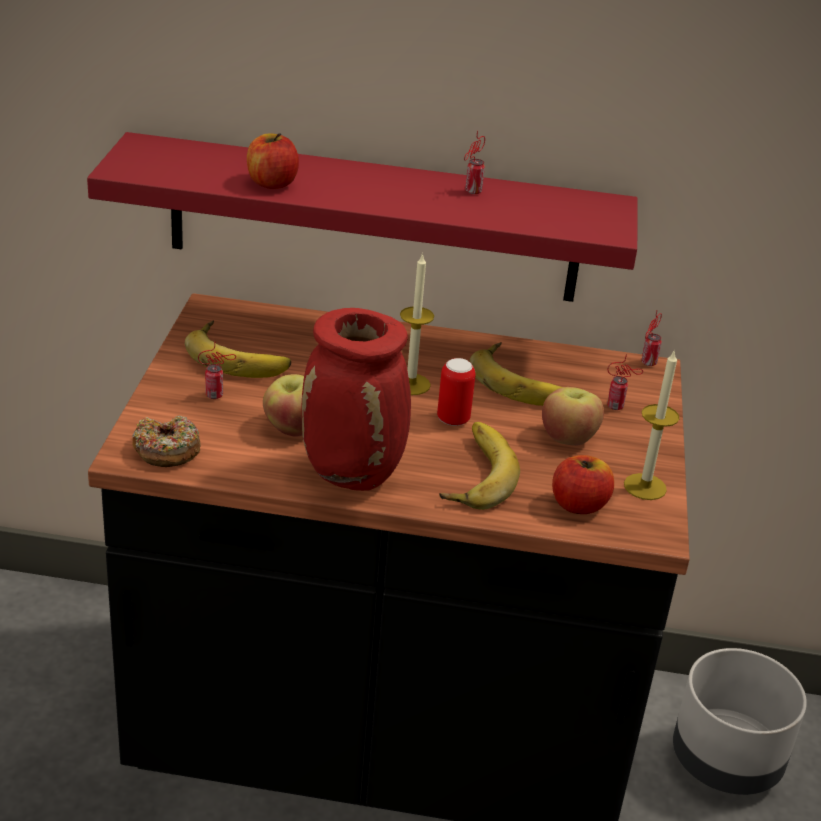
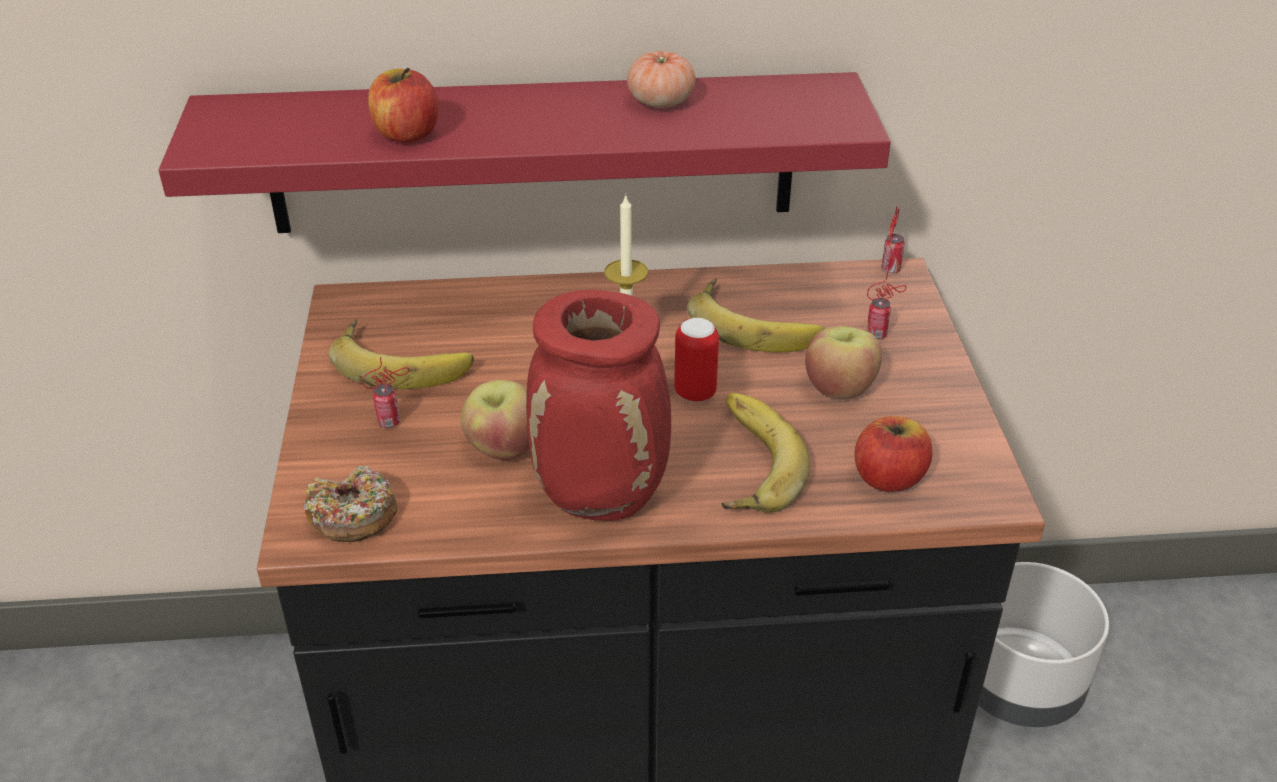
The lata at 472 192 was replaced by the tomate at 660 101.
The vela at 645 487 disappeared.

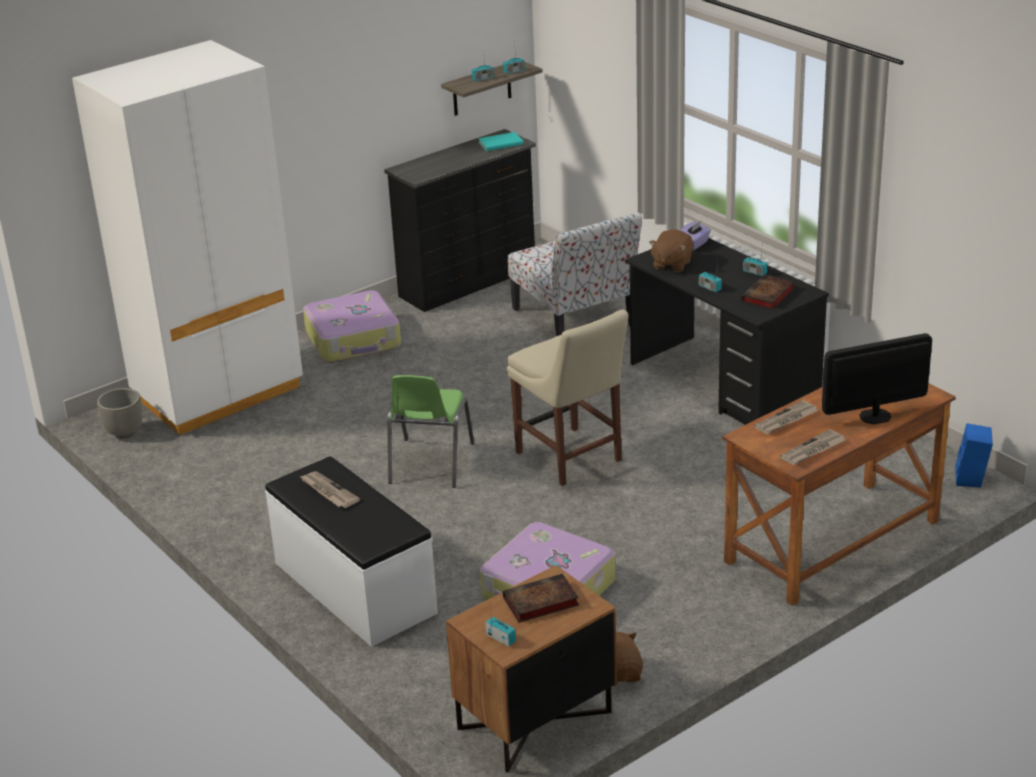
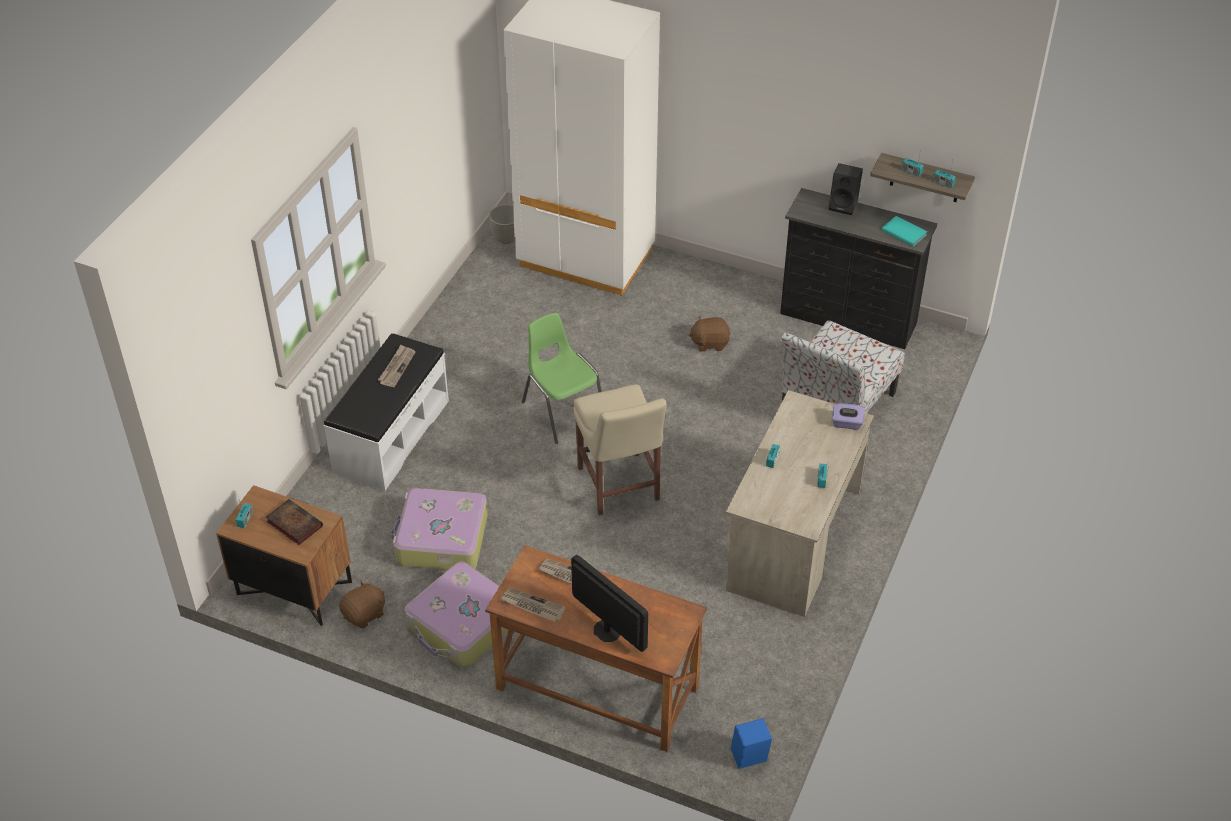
The maleta moved from 354 340 to 463 625.
The silla [verde] at 429 464 turned 75 degrees clockwise.
The silla [beis] at 571 459 turned 45 degrees counterclockwise.
The peluche [marrón] moved from 671 264 to 710 343.
The escritorio [negro] at 723 385 became the escritorio [beis] at 794 541.
The altavoz [negro] at 844 205 appeared.
The libro at 768 296 disappeared.

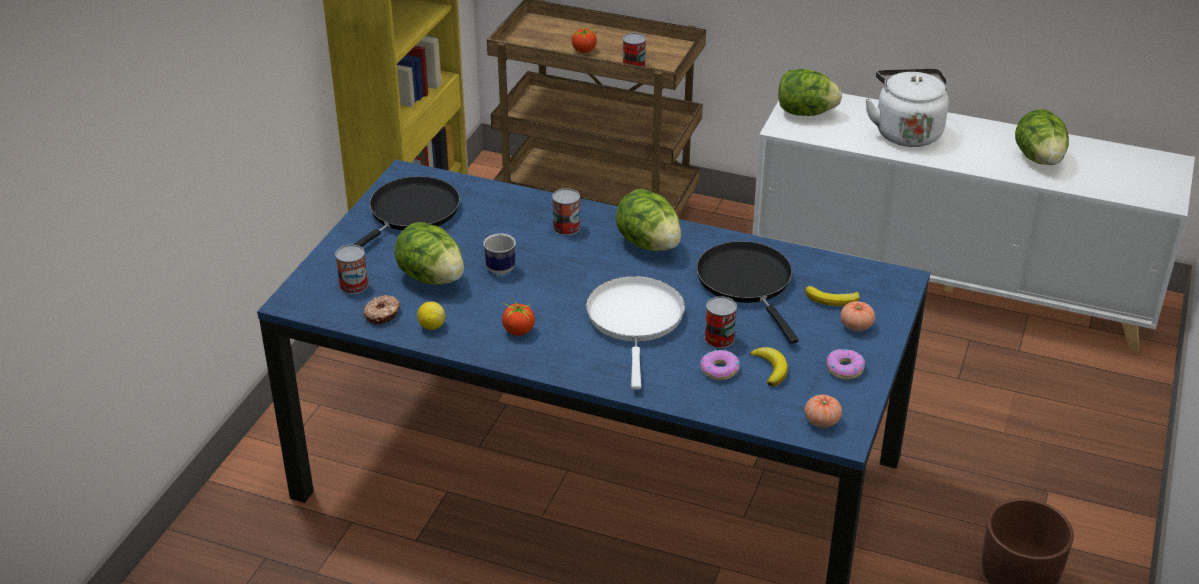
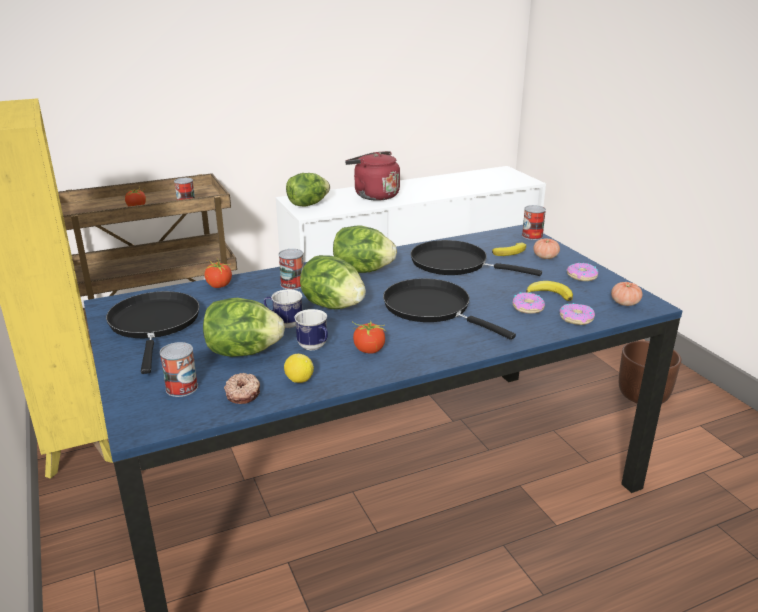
The tomate at 219 285 appeared.
The taza grande at 315 347 appeared.
The lechuga moved from 1039 159 to 333 306.
The hervidor [blanco] at 906 132 became the hervidor [rojo] at 374 195.
The sartén [blanco] at 635 320 became the sartén [negro] at 432 308.
The lata moved from 719 338 to 532 236.
The rosquilla at 576 318 appeared.

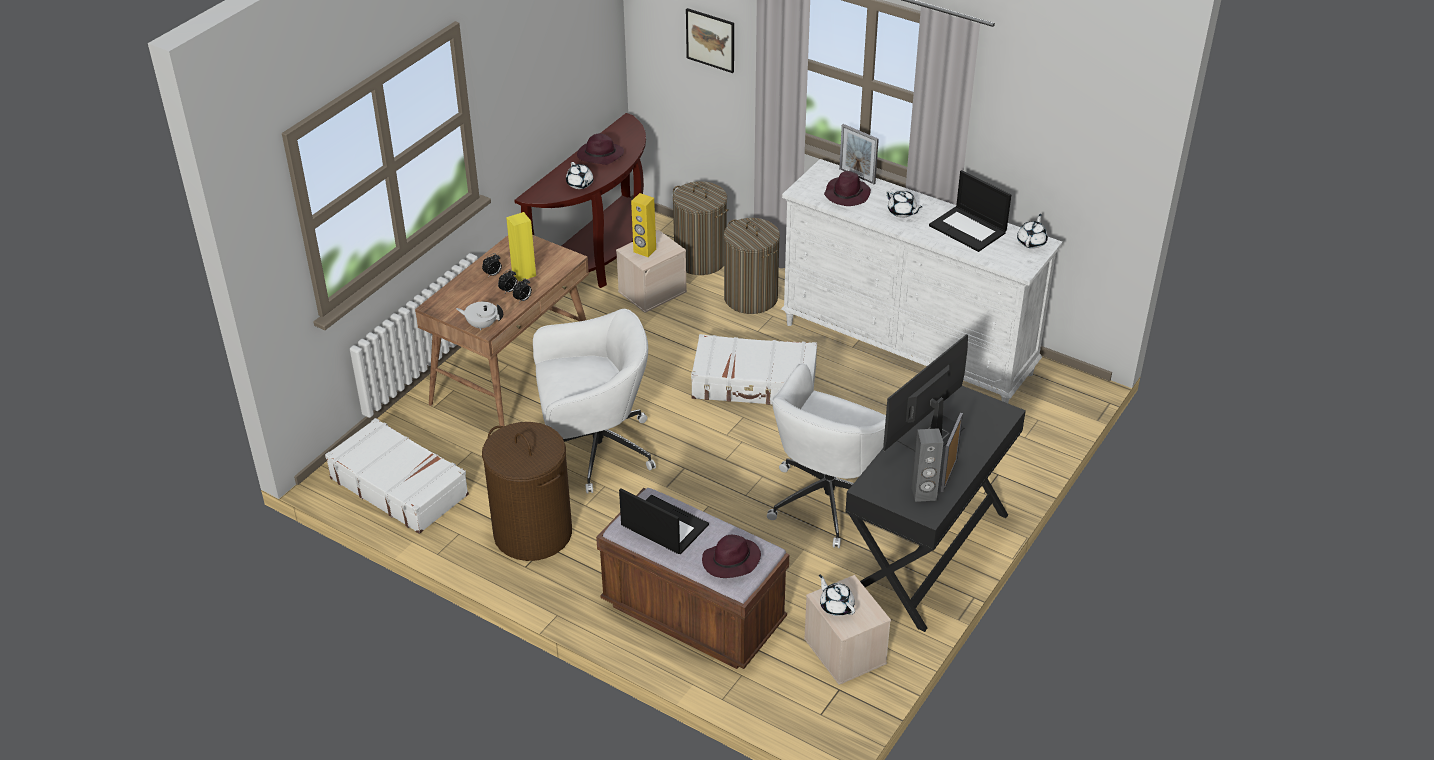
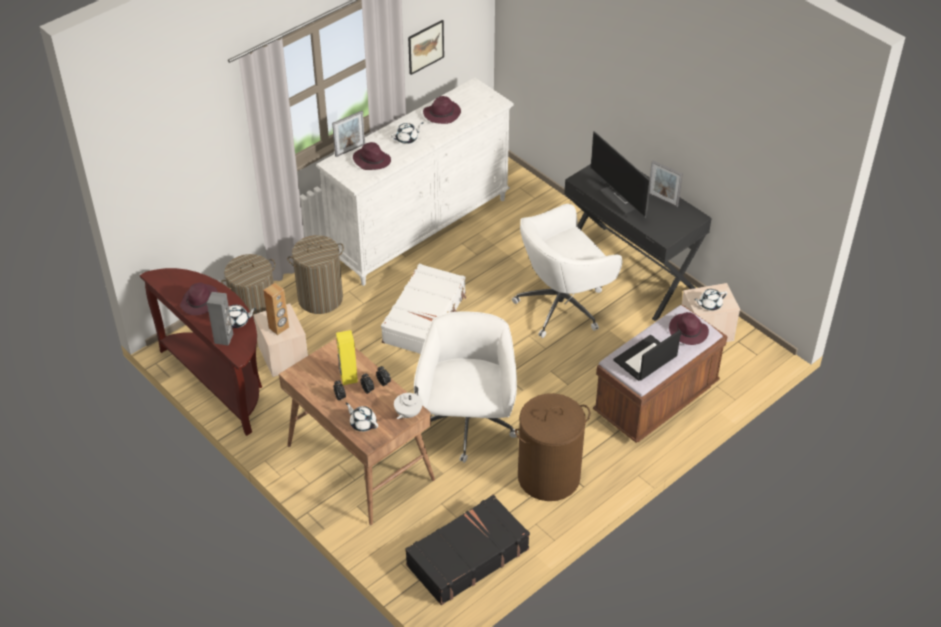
The altavoz [gris] moved from 924 494 to 224 338.
The altavoz [amarillo] at 644 250 became the altavoz [marrón] at 279 328.
The tetera [blanco] moved from 1032 242 to 362 423.
The maleta [blanco] at 399 486 became the maleta [negro] at 466 557.
The cuadro moved from 710 40 to 425 47.
The portátil at 968 229 was replaced by the sombrero [morado] at 442 113.
The silla de oficina [blanco] at 830 498 turned 105 degrees clockwise.

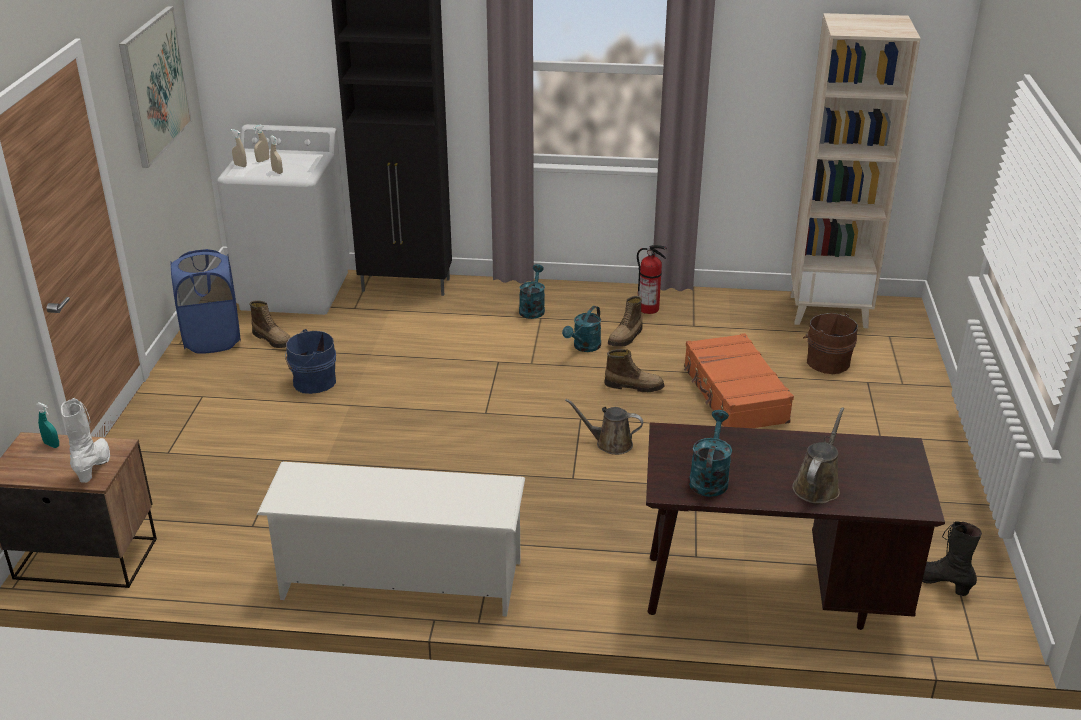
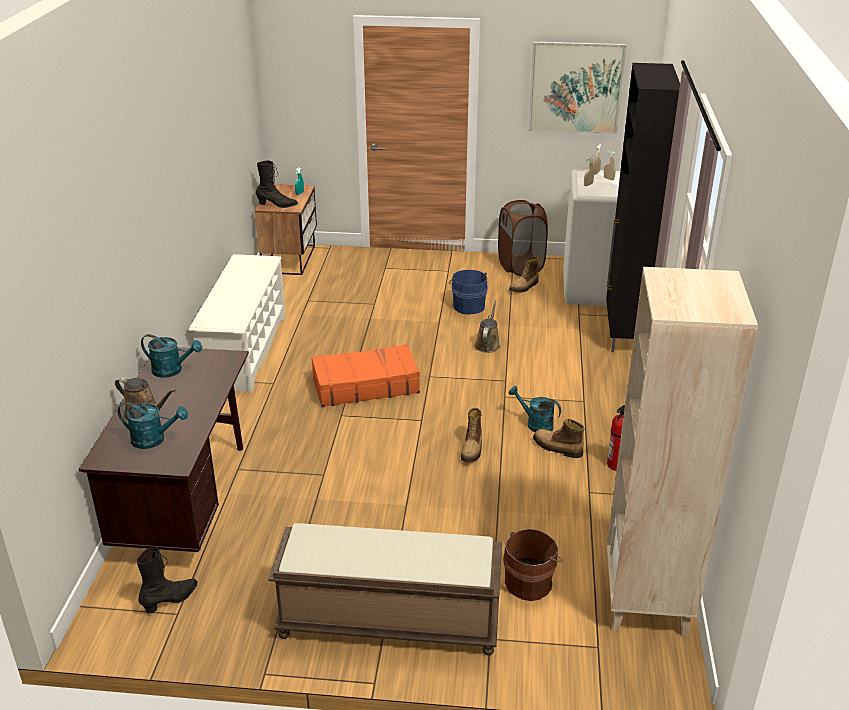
The regadera [turquesa] moved from 532 309 to 154 440.
The bota [blanco] at 94 466 became the bota [negro] at 277 205.
The banco [marrón] at 387 622 appeared.
The maleta [naranja] moved from 734 395 to 365 385.
The regadera [marrón] moved from 610 443 to 487 344.
The cesto de la ropa [azul] at 212 339 became the cesto de la ropa [marrón] at 520 266.

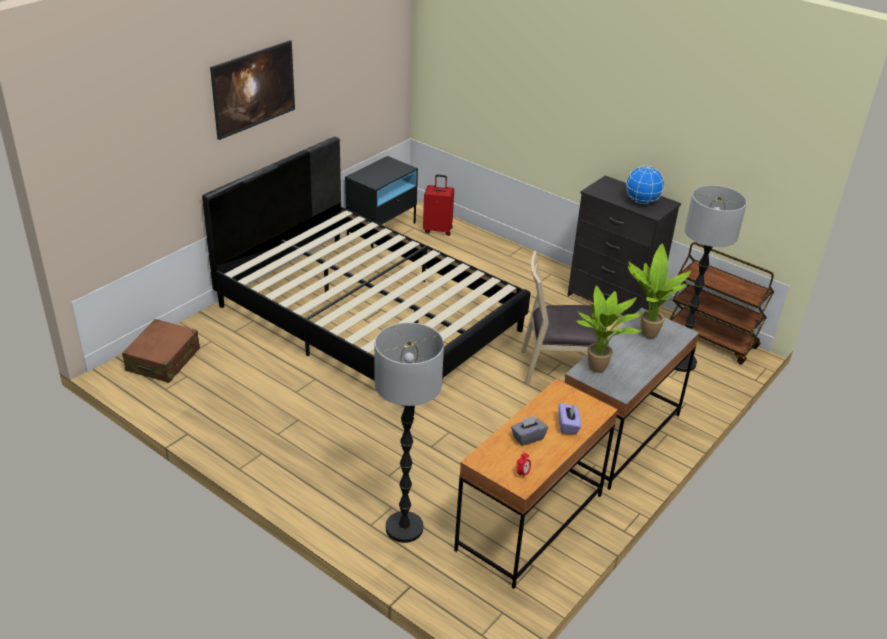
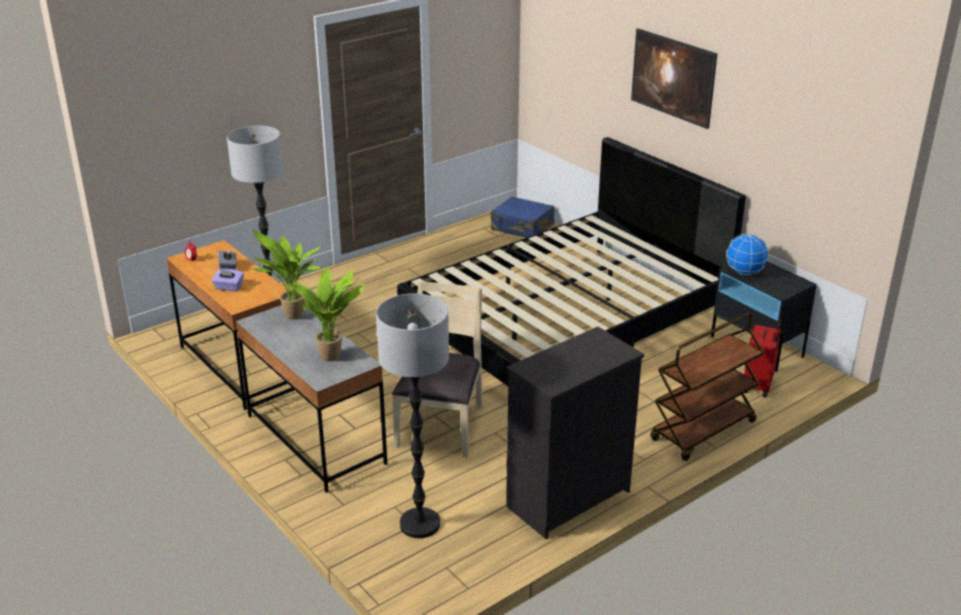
The maleta [marrón] at 163 360 became the maleta [azul] at 522 227.
The carrito [marrón] moved from 711 339 to 703 432.
The globo terráqueo moved from 642 201 to 744 272.

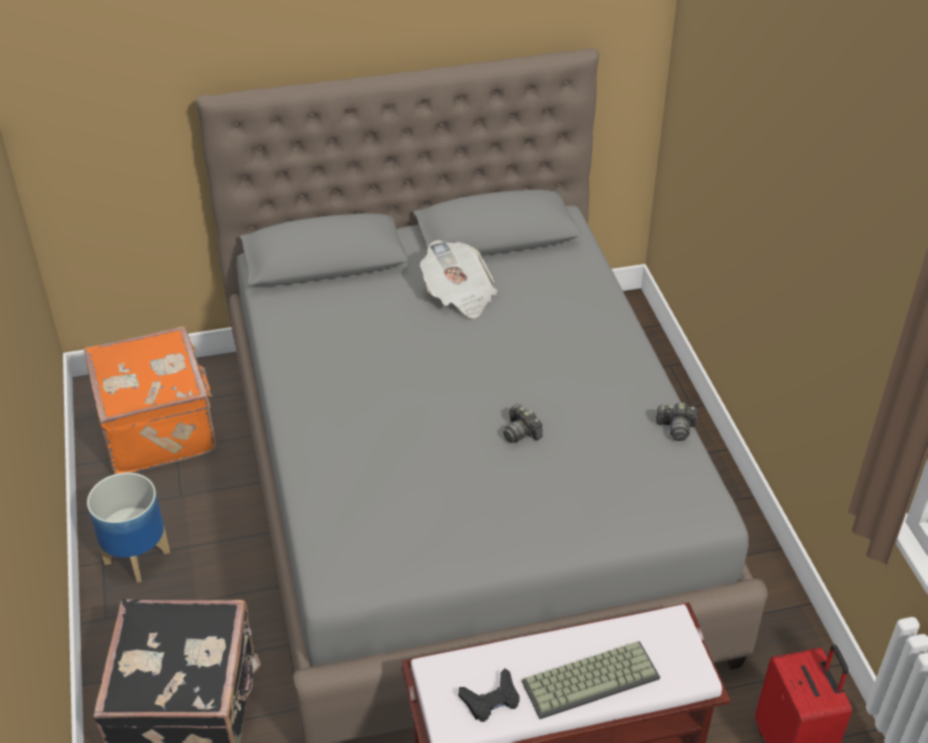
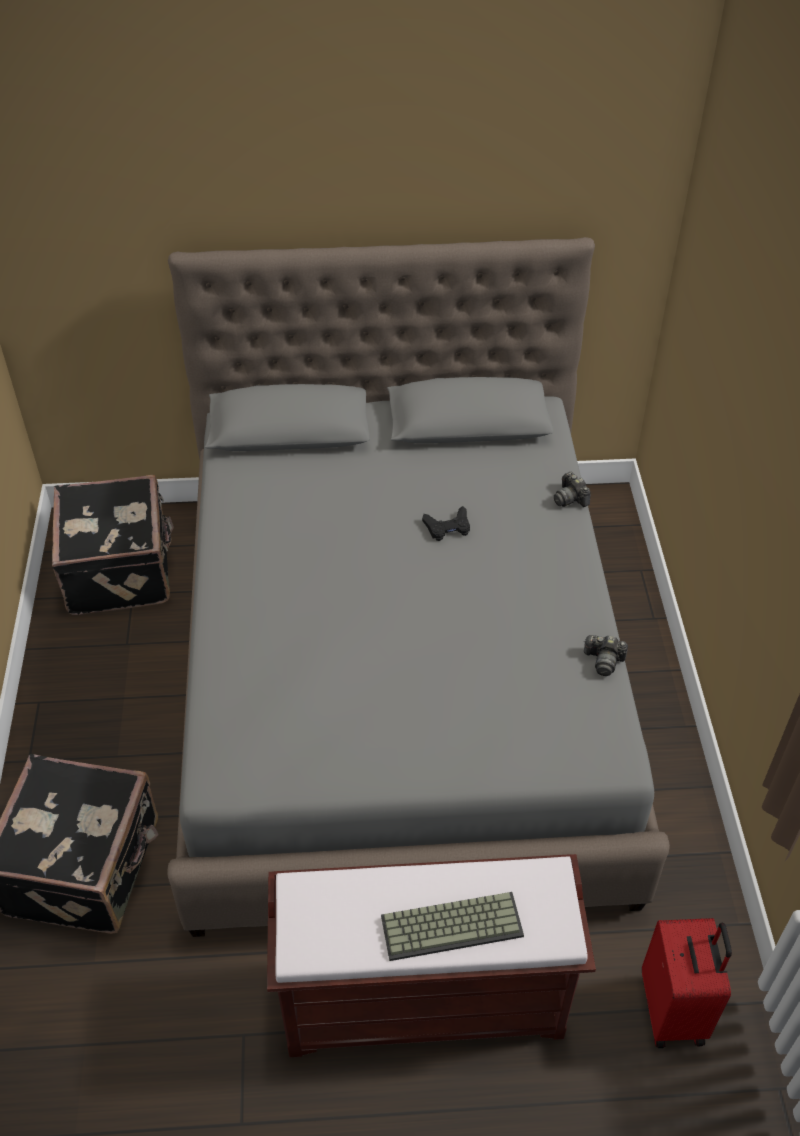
The maleta [naranja] at 159 427 became the maleta [negro] at 121 570.
The mando de consola [negro] moved from 491 700 to 447 527.
The cámara moved from 521 432 to 570 498.
The maceta at 136 557 disappeared.
The periódico at 459 295 disappeared.

